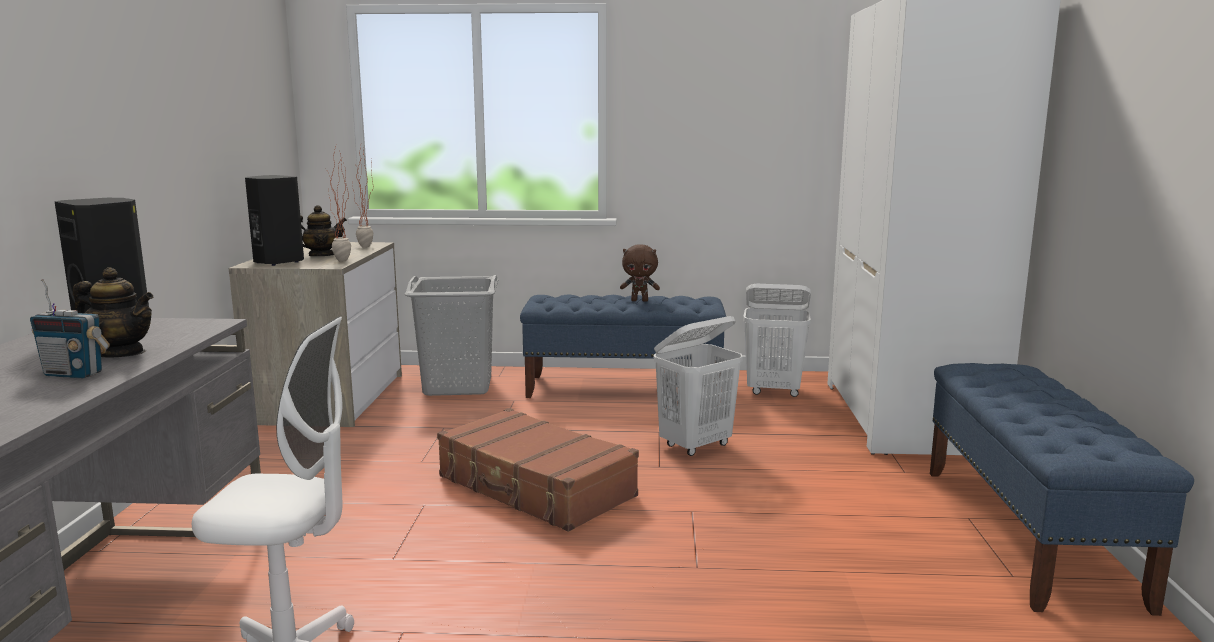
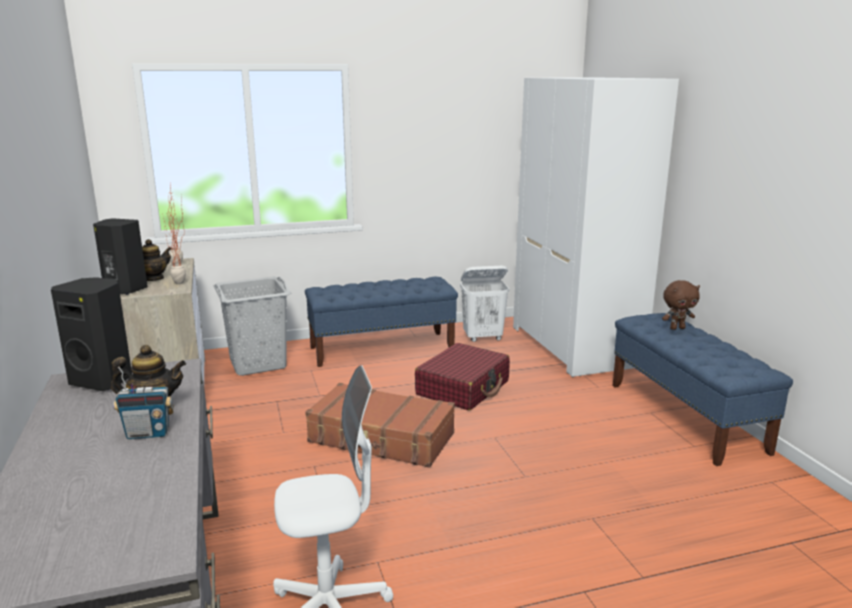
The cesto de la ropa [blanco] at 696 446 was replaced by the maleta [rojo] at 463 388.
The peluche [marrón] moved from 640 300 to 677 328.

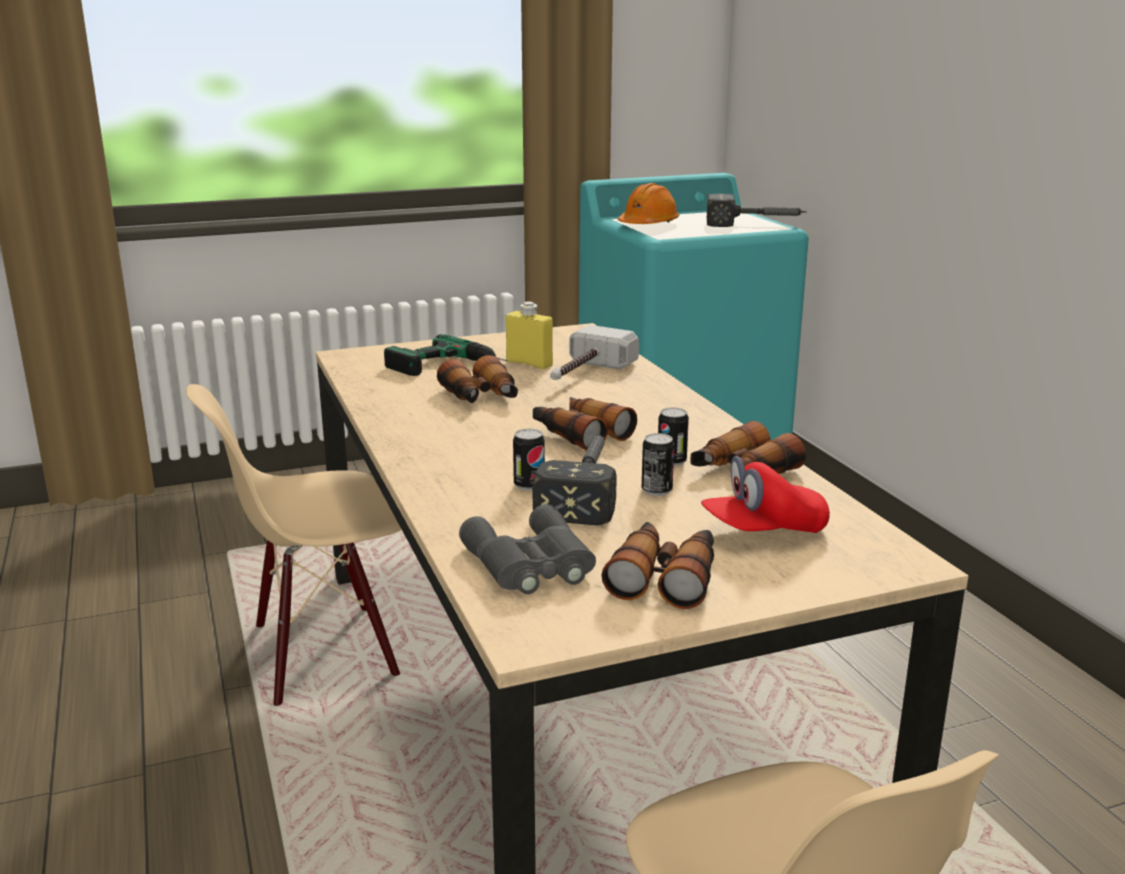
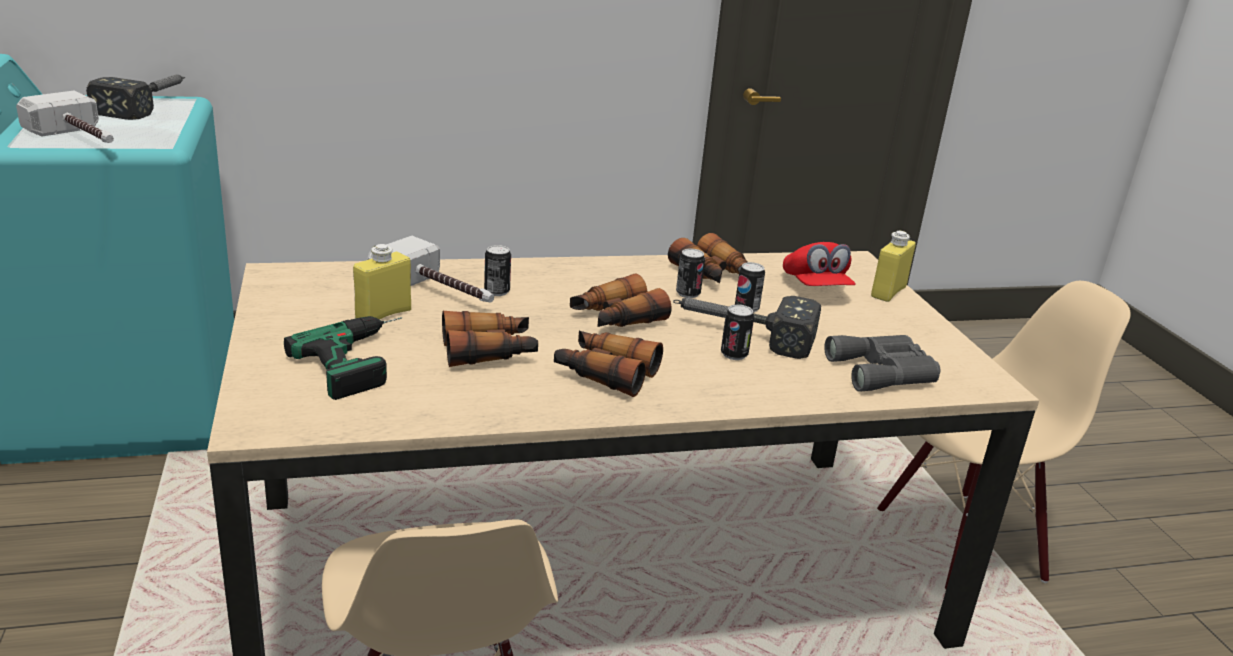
The casco [naranja] at 648 225 was replaced by the martillo at 81 139.
The lata at 497 291 appeared.
The prismáticos moved from 665 577 to 605 373.
The botella [amarillo] at 888 292 appeared.

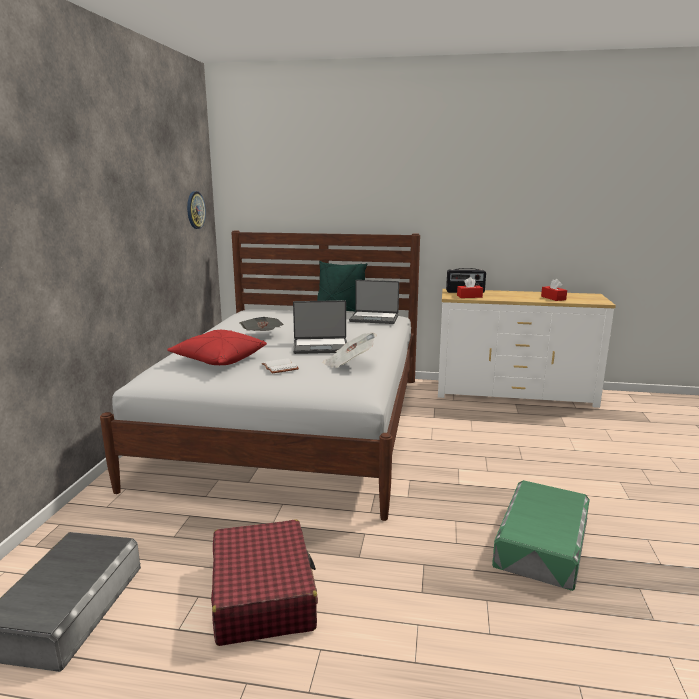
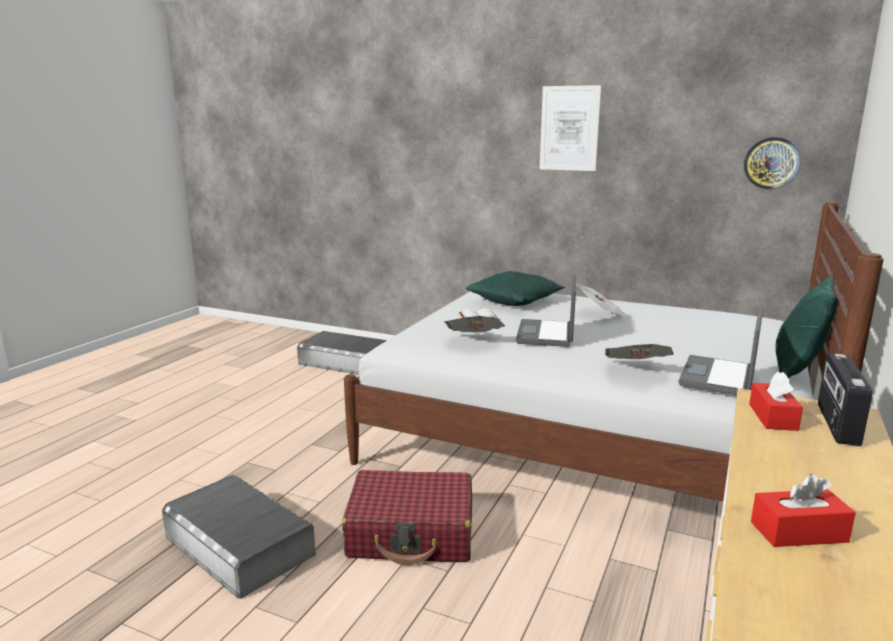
The caja de almacenaje [verde] at 541 542 became the caja de almacenaje [gris] at 239 545.
The maleta [rojo] moved from 263 594 to 411 533.
The cojín [rojo] at 218 360 became the cojín [verde] at 515 301.
The cuadro at 569 128 appeared.
The periódico at 636 370 appeared.

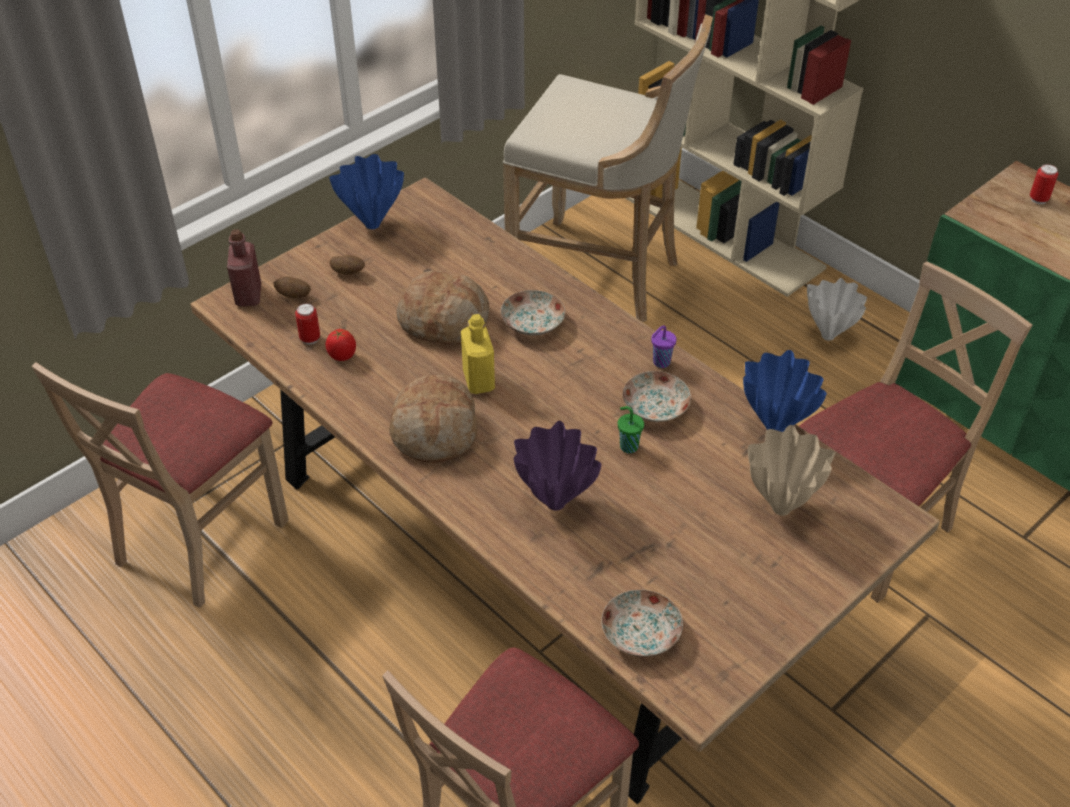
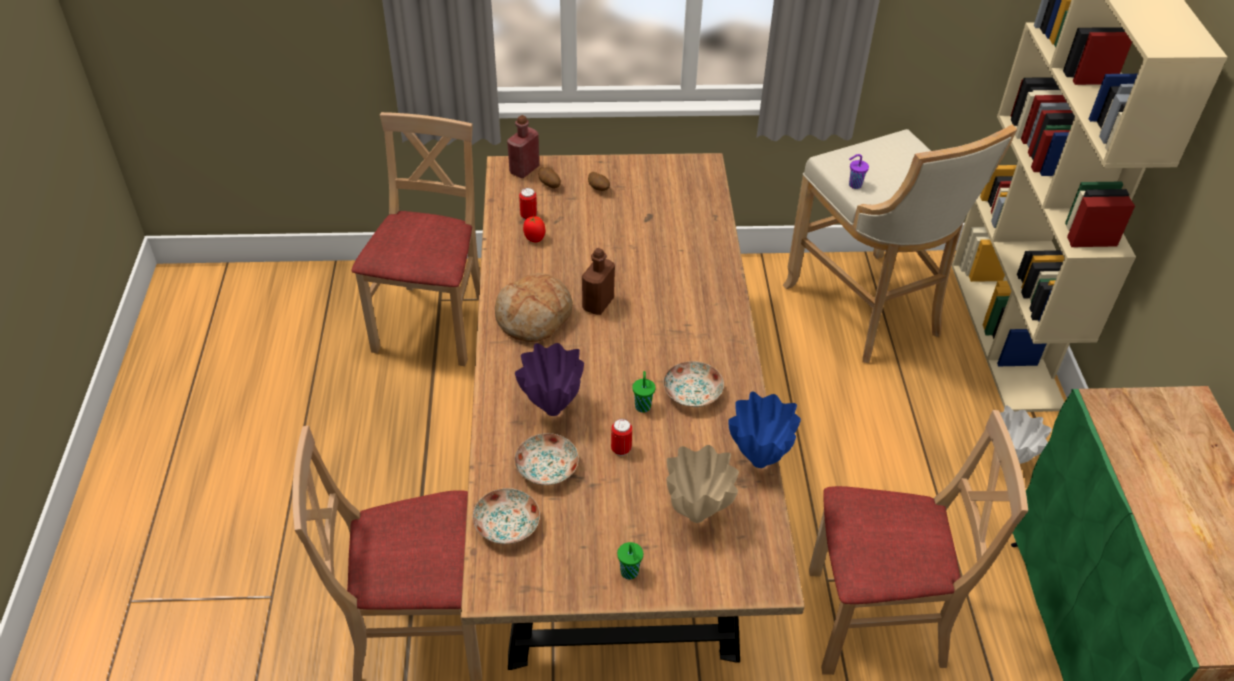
The silla [beis] at 199 539 turned 120 degrees clockwise.
The plato moved from 532 323 to 546 468.
The botella [amarillo] at 478 380 became the botella [marrón] at 598 304.
The lata moved from 1038 199 to 621 449.
The taza [verde] at 629 573 appeared.
The taza [morado] moved from 660 363 to 854 185.
The florero [azul] at 374 224 disappeared.
The pan at 444 320 disappeared.

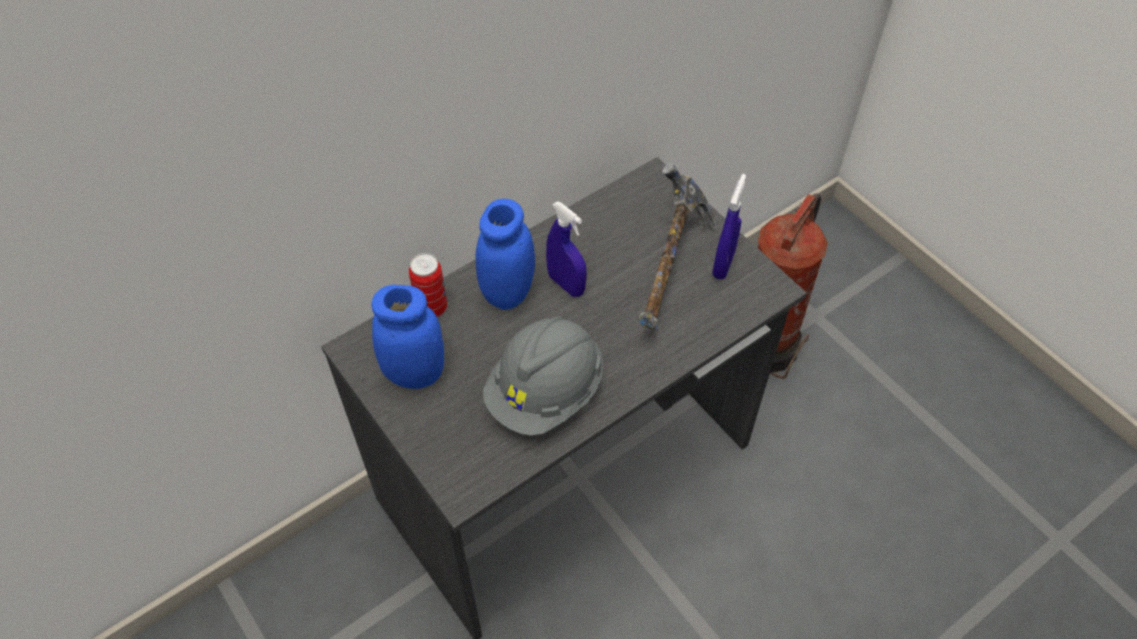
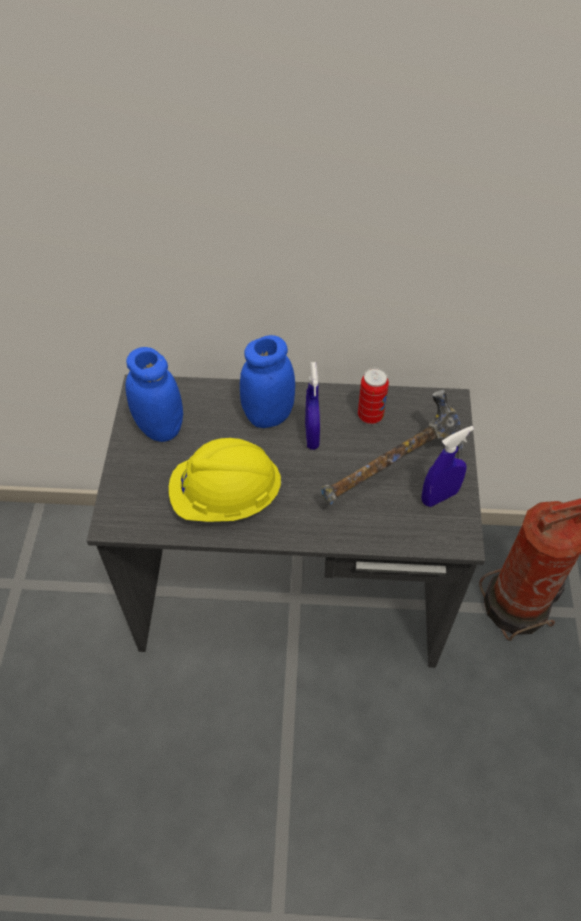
The casco [gris] at 546 392 became the casco [amarillo] at 226 498.
The lata moved from 432 308 to 370 416.

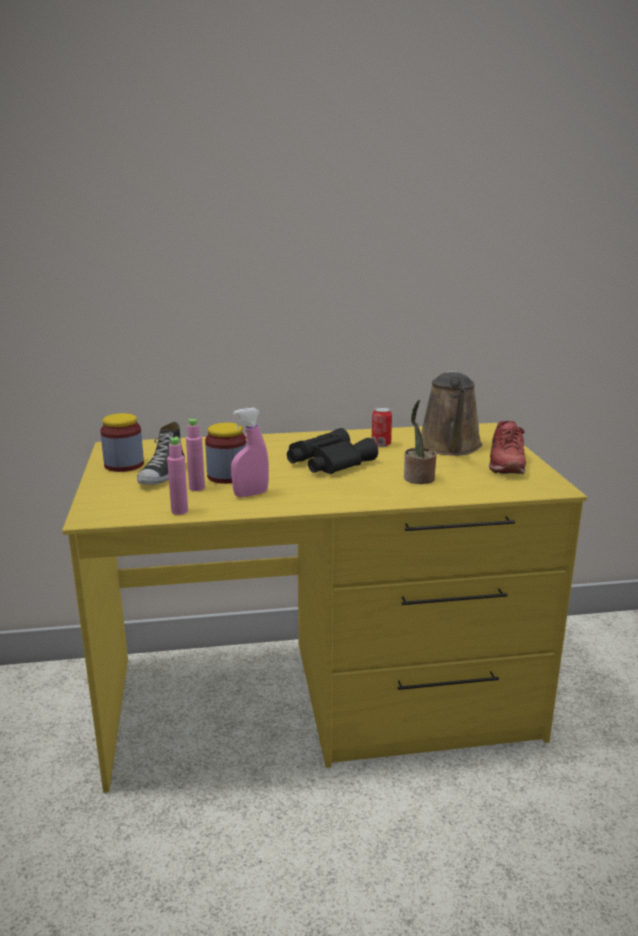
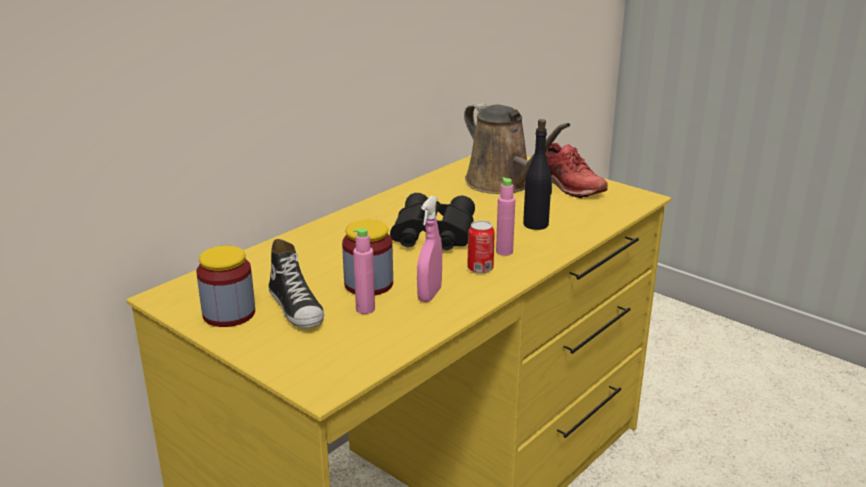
The lata moved from 381 444 to 480 268.
The botella [rosa] moved from 179 511 to 504 252.
The planta en maceta at 418 479 was replaced by the botella [negro] at 536 224.

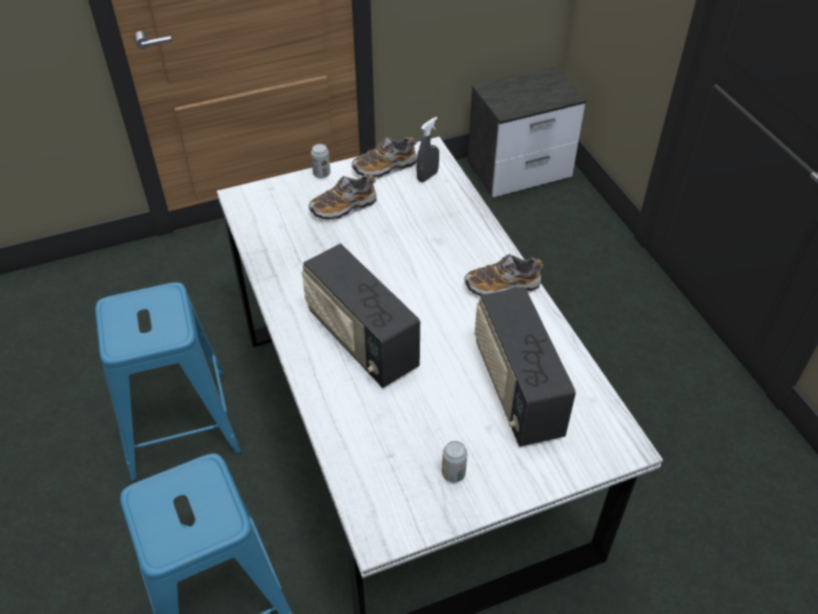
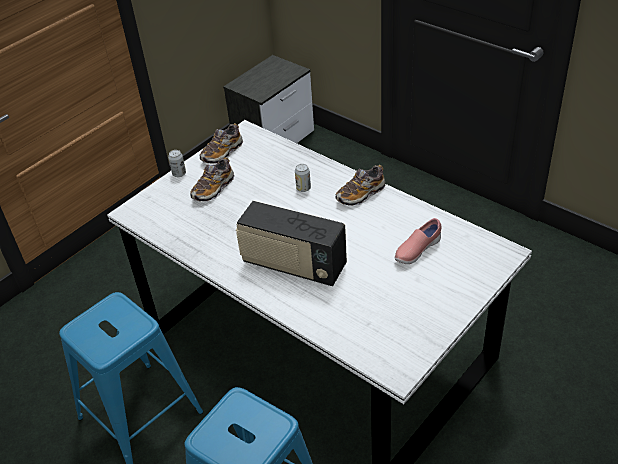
The lata moved from 453 473 to 303 188.
The radio at 516 390 was replaced by the zapato [rosa] at 417 250.
The pulverizador [gris] at 427 176 disappeared.

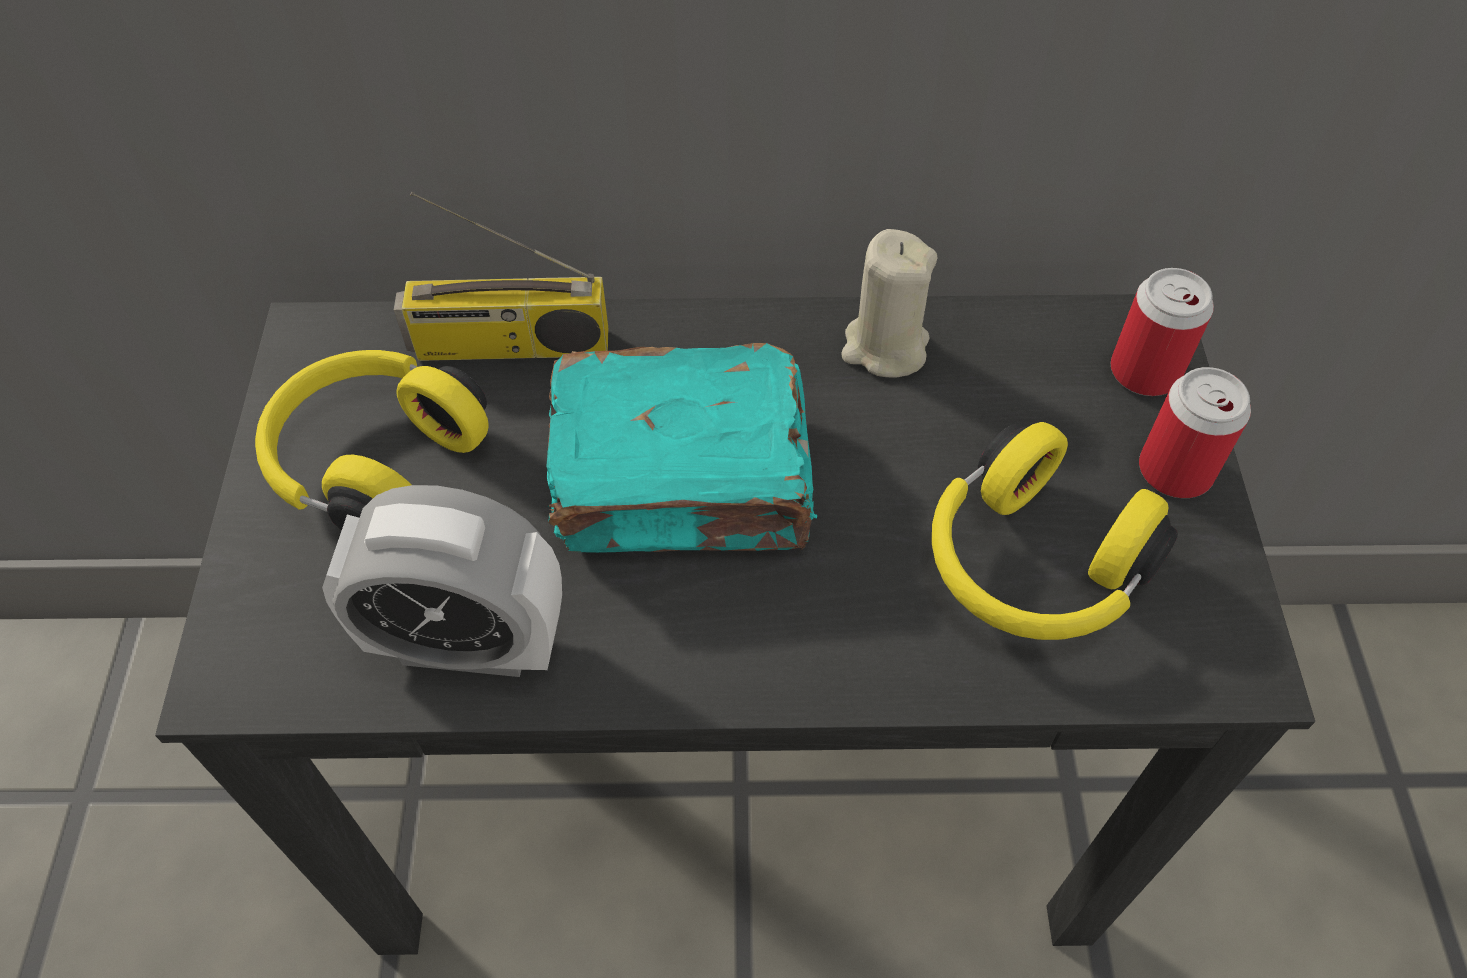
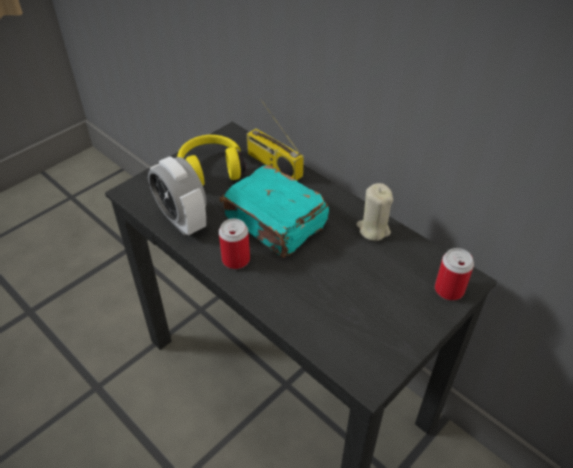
The lata moved from 1175 470 to 236 259.
The auriculares [amarillo] at 1030 566 disappeared.

